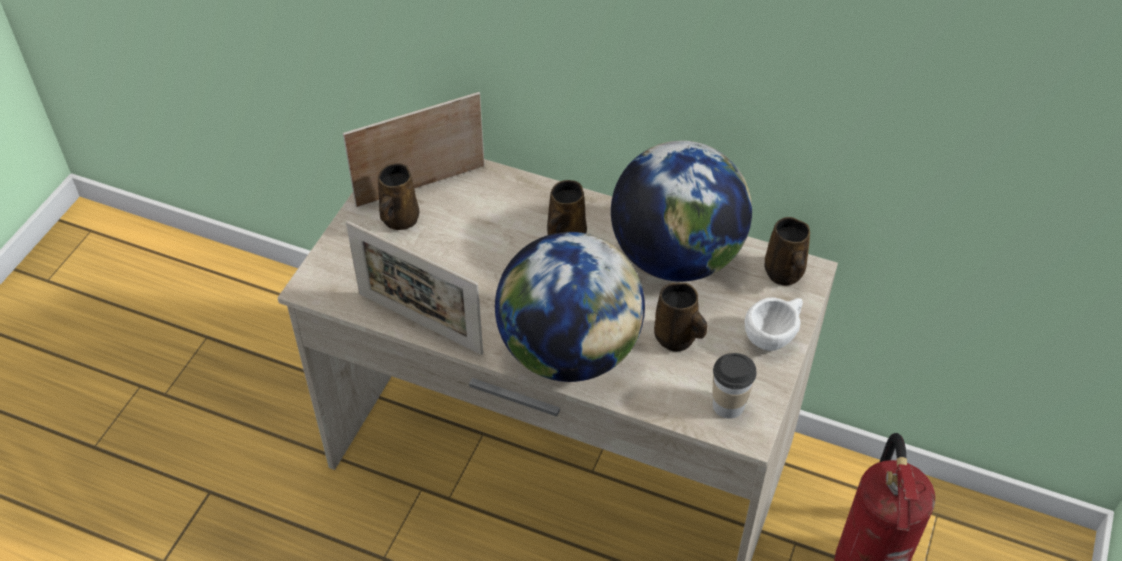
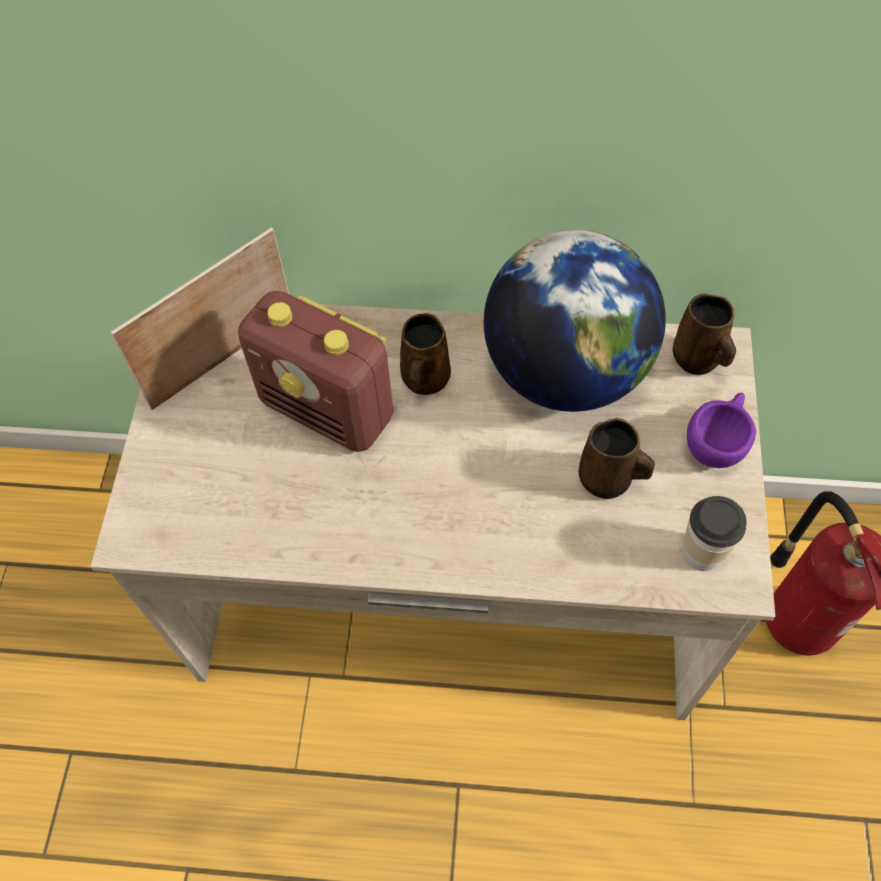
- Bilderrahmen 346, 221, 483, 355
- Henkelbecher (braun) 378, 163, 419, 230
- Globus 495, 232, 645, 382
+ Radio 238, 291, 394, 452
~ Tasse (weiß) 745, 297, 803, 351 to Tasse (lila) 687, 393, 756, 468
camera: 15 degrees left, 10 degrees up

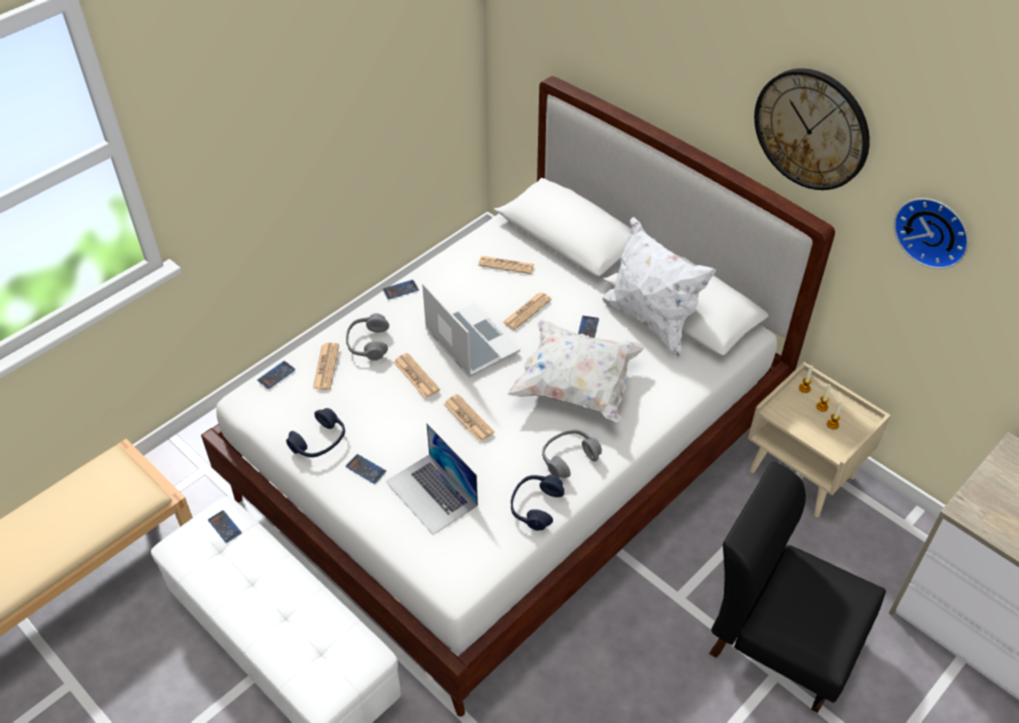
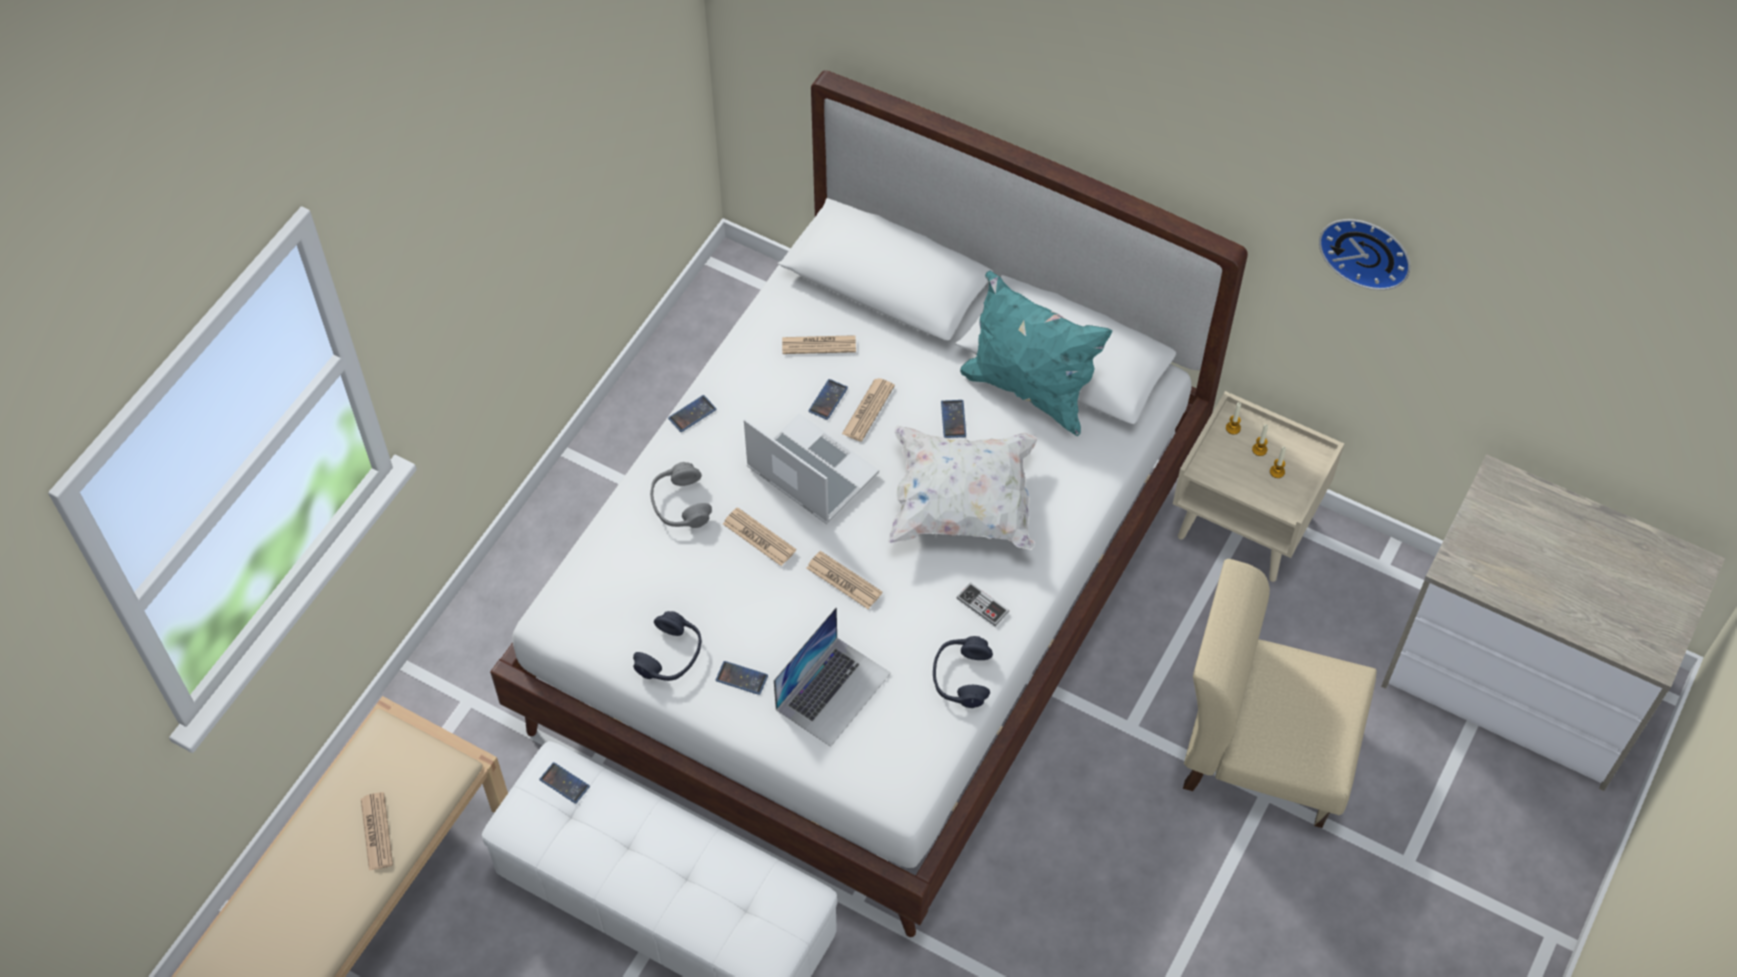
- Wanduhr 754, 68, 870, 190
~ Handy 257, 361, 295, 389 to 808, 379, 848, 420
~ Zeitung 313, 343, 339, 390 to 361, 792, 393, 871
~ Kopfhörer (grau) 542, 430, 602, 478 to Gamepad 956, 582, 1009, 627
~ Kissen (weiß) 602, 217, 716, 358 to Kissen (türkis) 960, 271, 1112, 436
~ Stuhl (schwarz) 709, 462, 886, 713 to Stuhl (beige) 1183, 559, 1377, 828
~ Laptop 386, 423, 478, 535 = 774, 607, 891, 747 90 degrees counterclockwise
camera: 15 degrees left, 10 degrees up

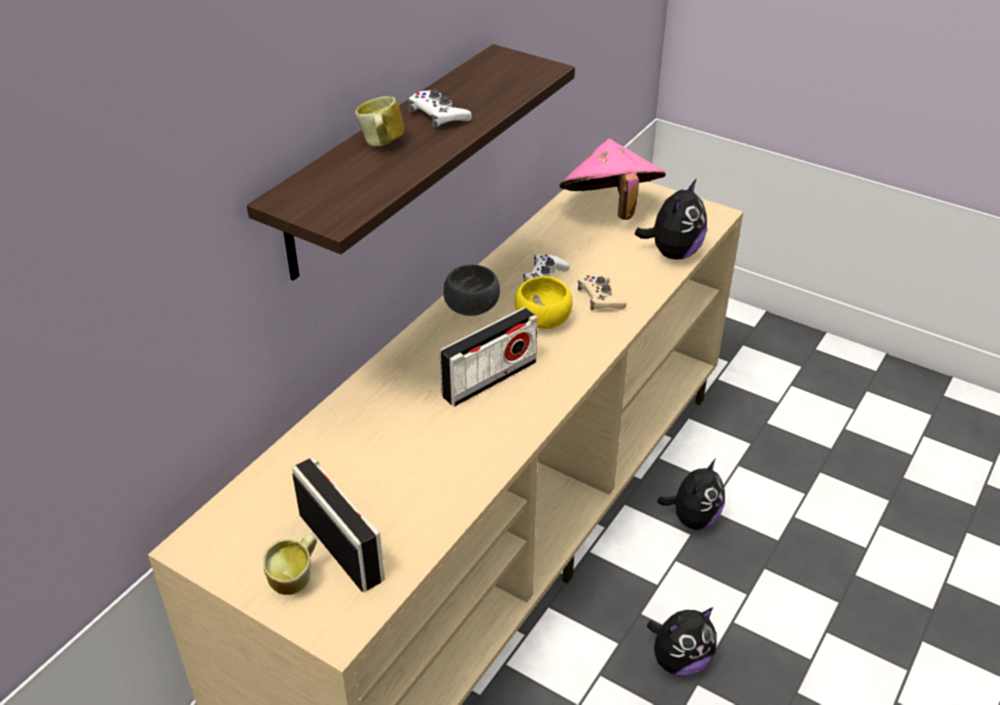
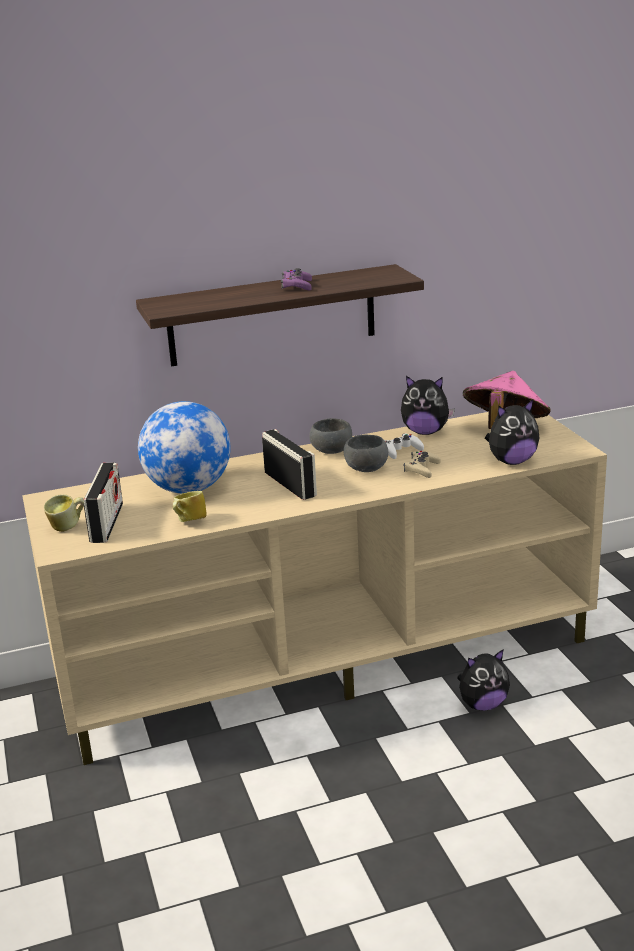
+ Globus 138, 401, 231, 494
~ Henkelbecher 355, 96, 404, 147 to 173, 491, 207, 522
~ Plüschtier 647, 607, 717, 676 to 401, 376, 455, 435
~ Gamepad (weiß) 407, 90, 472, 128 to Gamepad (lila) 281, 268, 312, 290
~ Schüssel (gelb) 515, 276, 573, 329 to Schüssel (grau) 344, 435, 388, 472
~ Radio 440, 307, 537, 407 = 262, 429, 317, 500 120 degrees counterclockwise
camera: 40 degrees right, 15 degrees down

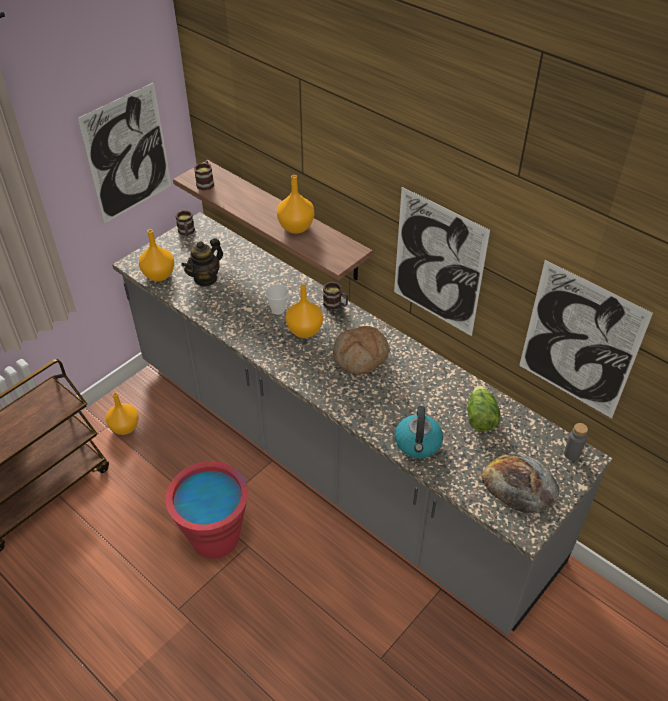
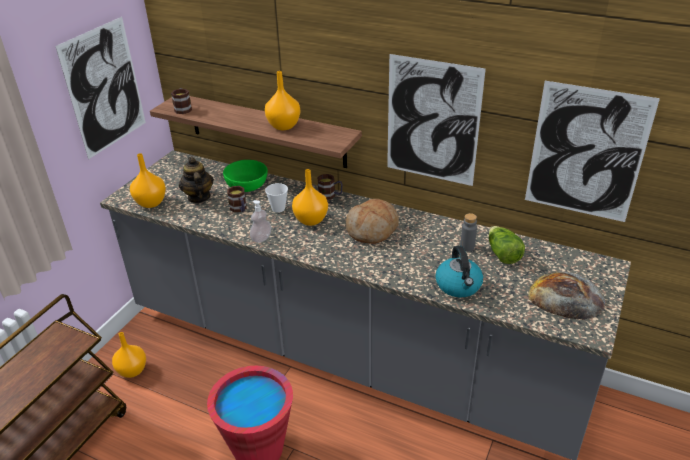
+ Schüssel (grün) 223, 160, 268, 192
+ Seifenspender 250, 200, 271, 243
~ Henkelbecher 175, 210, 195, 237 to 227, 186, 247, 212
~ Flasche (grau) 564, 423, 588, 460 to 460, 213, 477, 251
~ Teekanne 181, 238, 223, 287 = 179, 157, 214, 203 135 degrees clockwise
camera: 15 degrees left, 10 degrees down

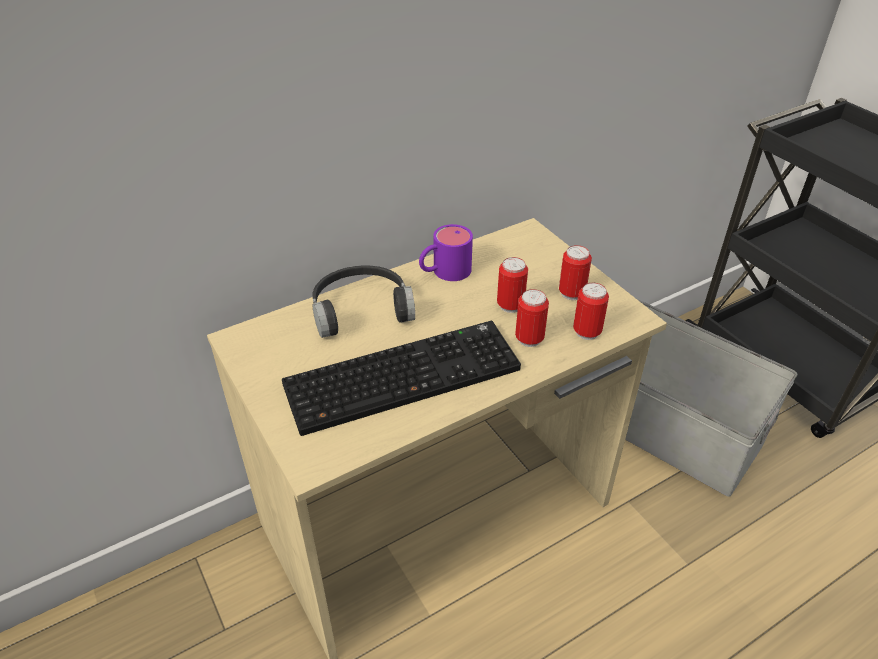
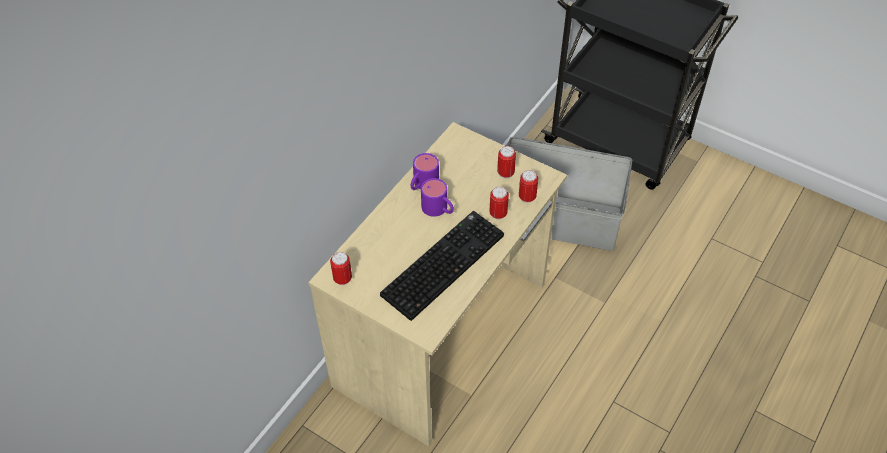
- Kopfhörer (schwarz) 312, 265, 415, 338
+ Henkelbecher (lila) 421, 178, 454, 217
~ Dose 497, 257, 528, 313 to 330, 252, 352, 285
camera: 25 degrees left, 10 degrees up

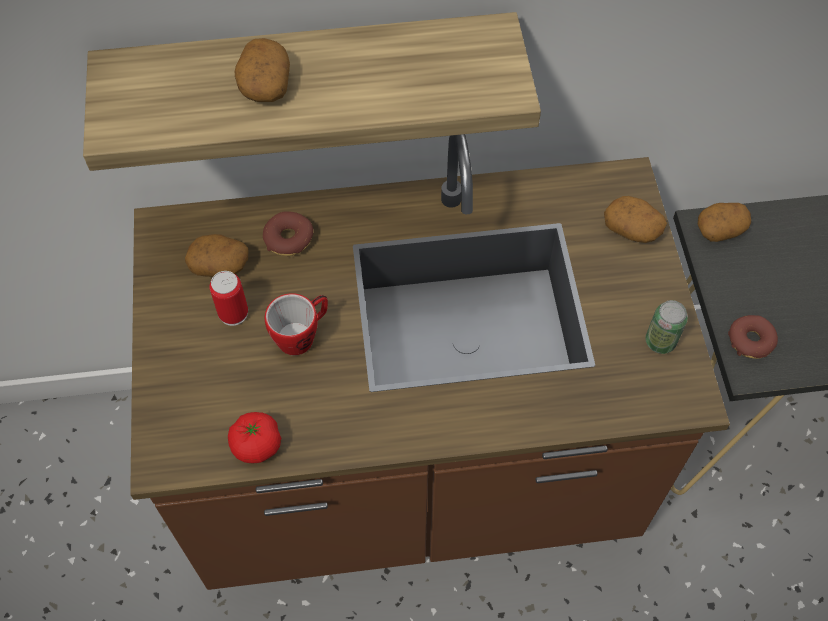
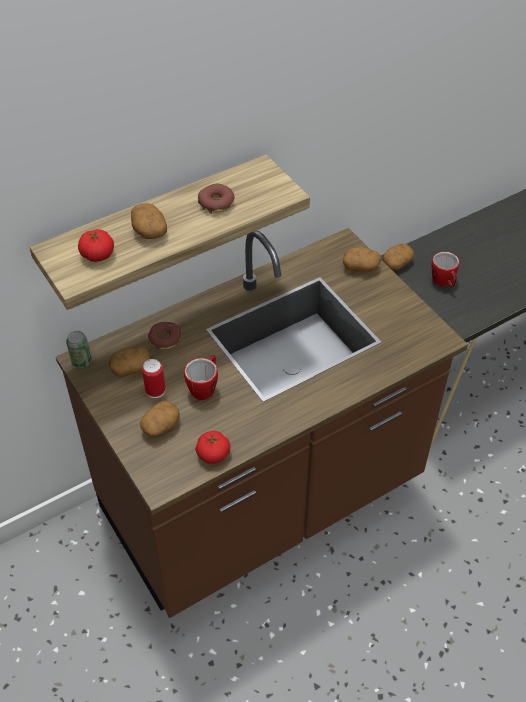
+ Tomate 78, 229, 114, 262
+ Kartoffel 140, 401, 180, 437
+ Henkelbecher 431, 252, 460, 287
~ Dose 645, 300, 688, 354 to 66, 331, 91, 368
~ Donut 728, 315, 778, 359 to 198, 183, 235, 214
camera: 25 degrees left, 10 degrees down

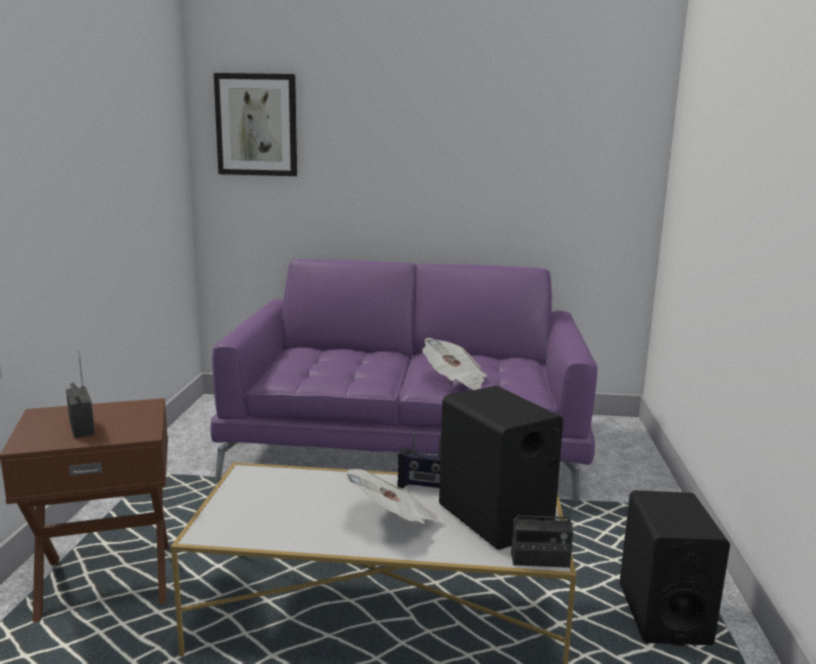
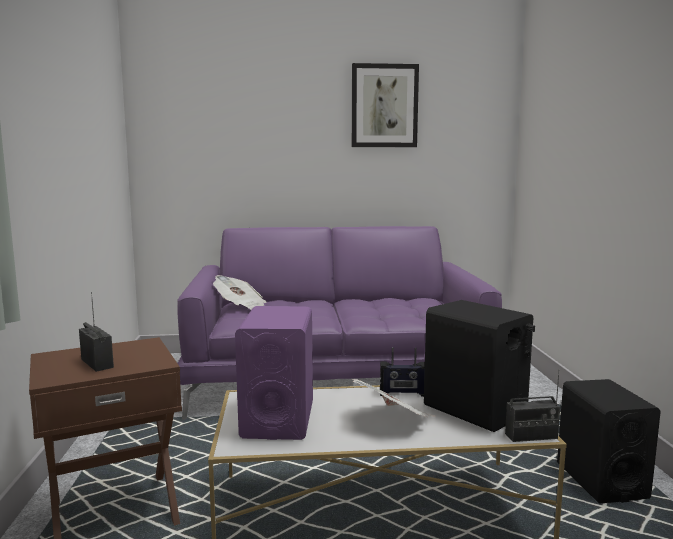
+ Lautsprecher (lila) 235, 306, 313, 440
~ Bild 214, 73, 297, 176 to 352, 63, 419, 147
~ Zeitung 422, 338, 486, 390 to 213, 275, 267, 310
camera: 10 degrees left, 5 degrees down

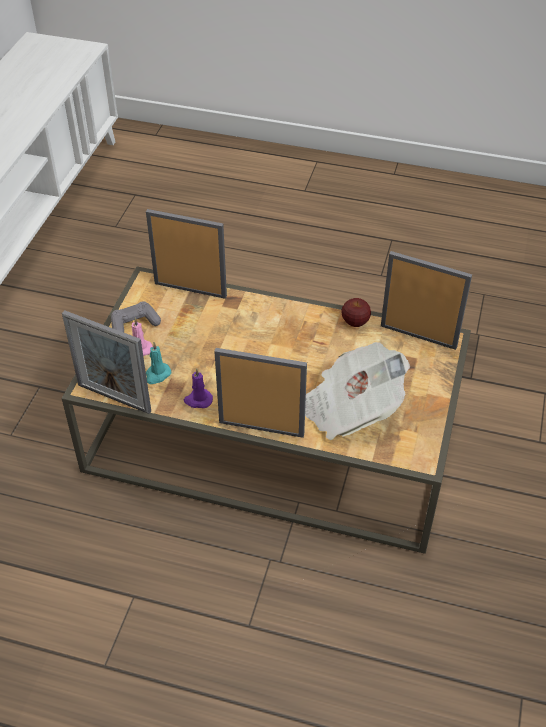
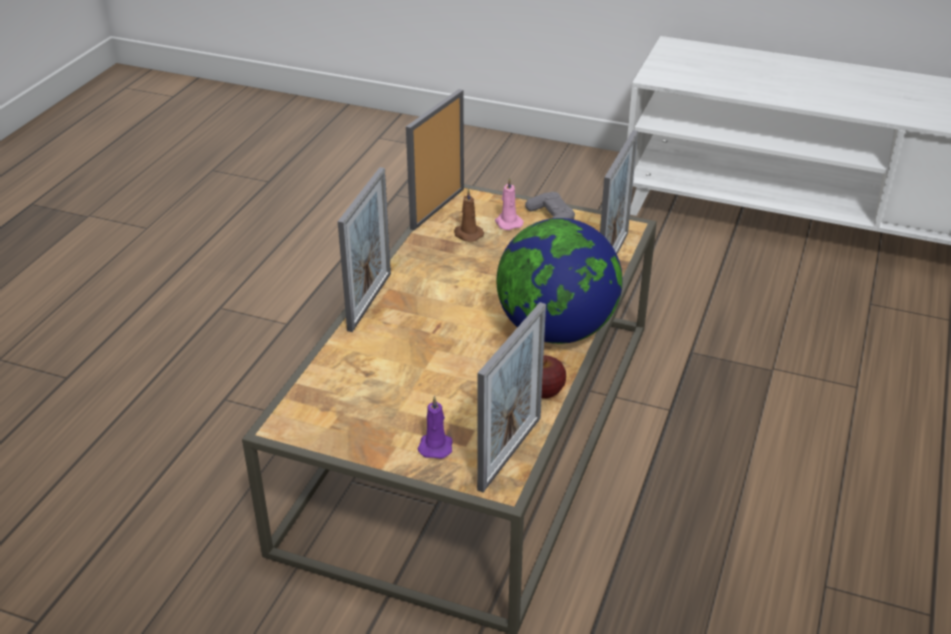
- Zeitung 305, 342, 410, 440
+ Globus 497, 218, 623, 344
~ Kerze (lila) 184, 368, 213, 408 to 418, 395, 453, 459
~ Kerze (türkis) 146, 342, 171, 384 to Kerze (braun) 454, 188, 484, 242
camera: 95 degrees right, 10 degrees down

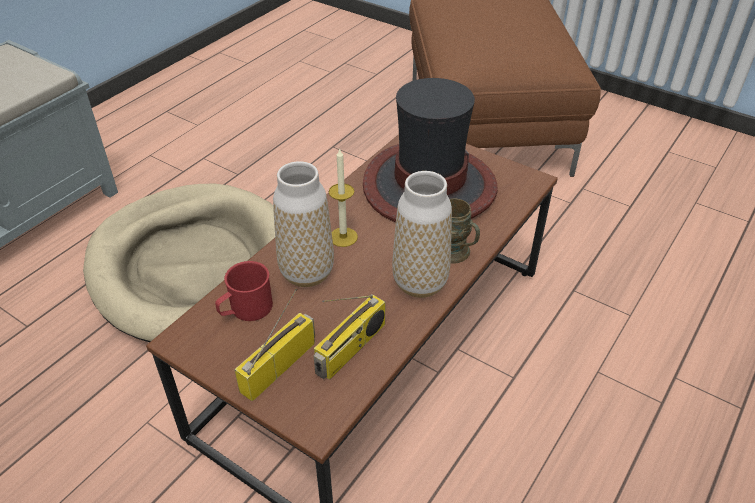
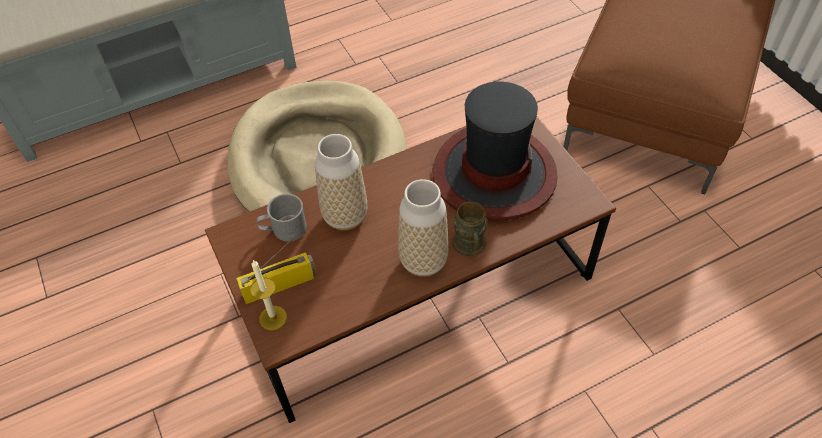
- Radio 314, 294, 385, 380
~ Kerze 329, 148, 358, 247 to 250, 260, 287, 330
~ Henkelbecher (rot) 215, 261, 273, 321 to Henkelbecher (grau) 256, 194, 307, 242
camera: 30 degrees right, 10 degrees up

